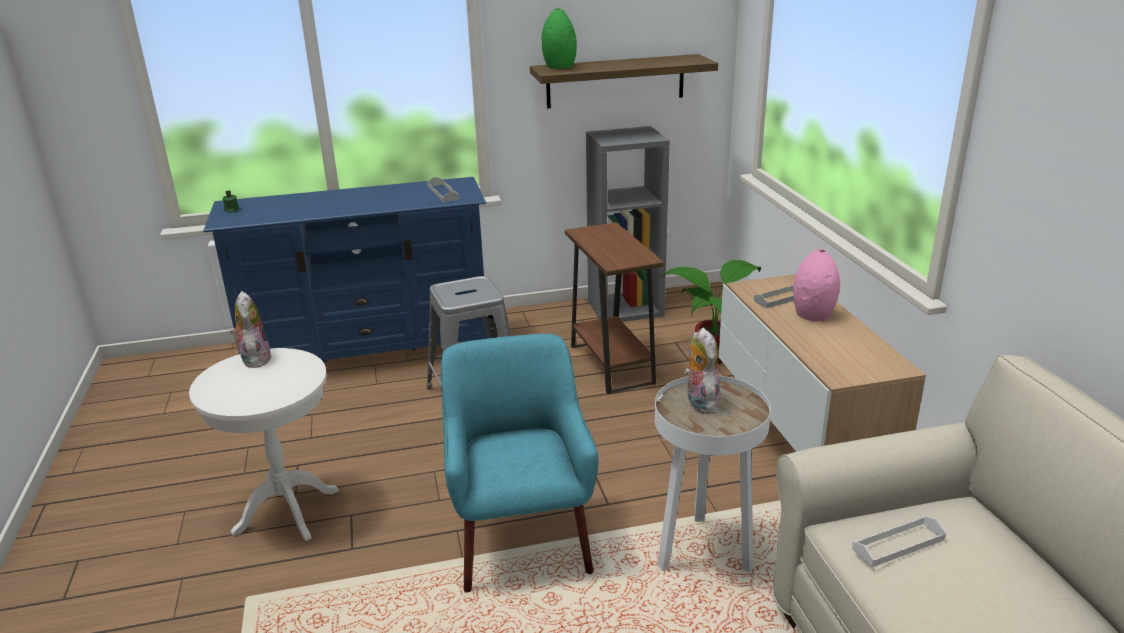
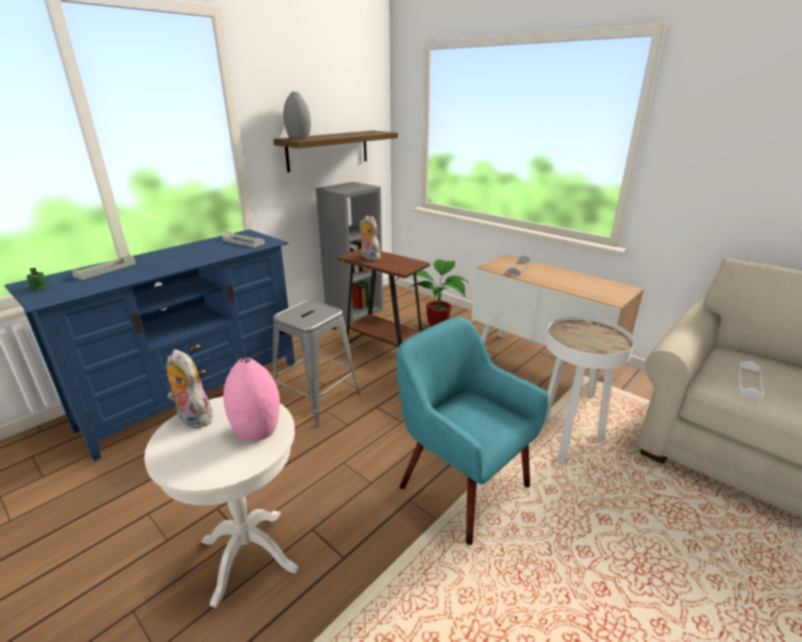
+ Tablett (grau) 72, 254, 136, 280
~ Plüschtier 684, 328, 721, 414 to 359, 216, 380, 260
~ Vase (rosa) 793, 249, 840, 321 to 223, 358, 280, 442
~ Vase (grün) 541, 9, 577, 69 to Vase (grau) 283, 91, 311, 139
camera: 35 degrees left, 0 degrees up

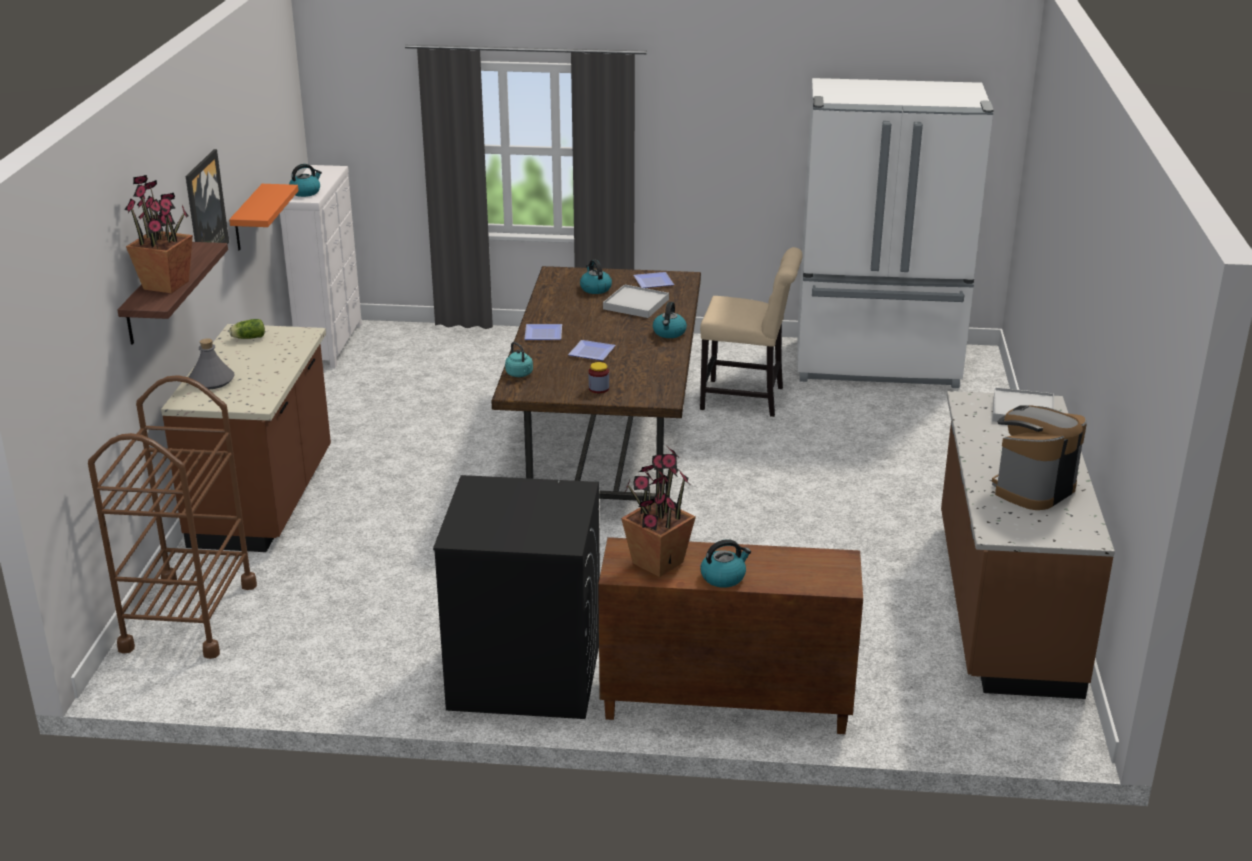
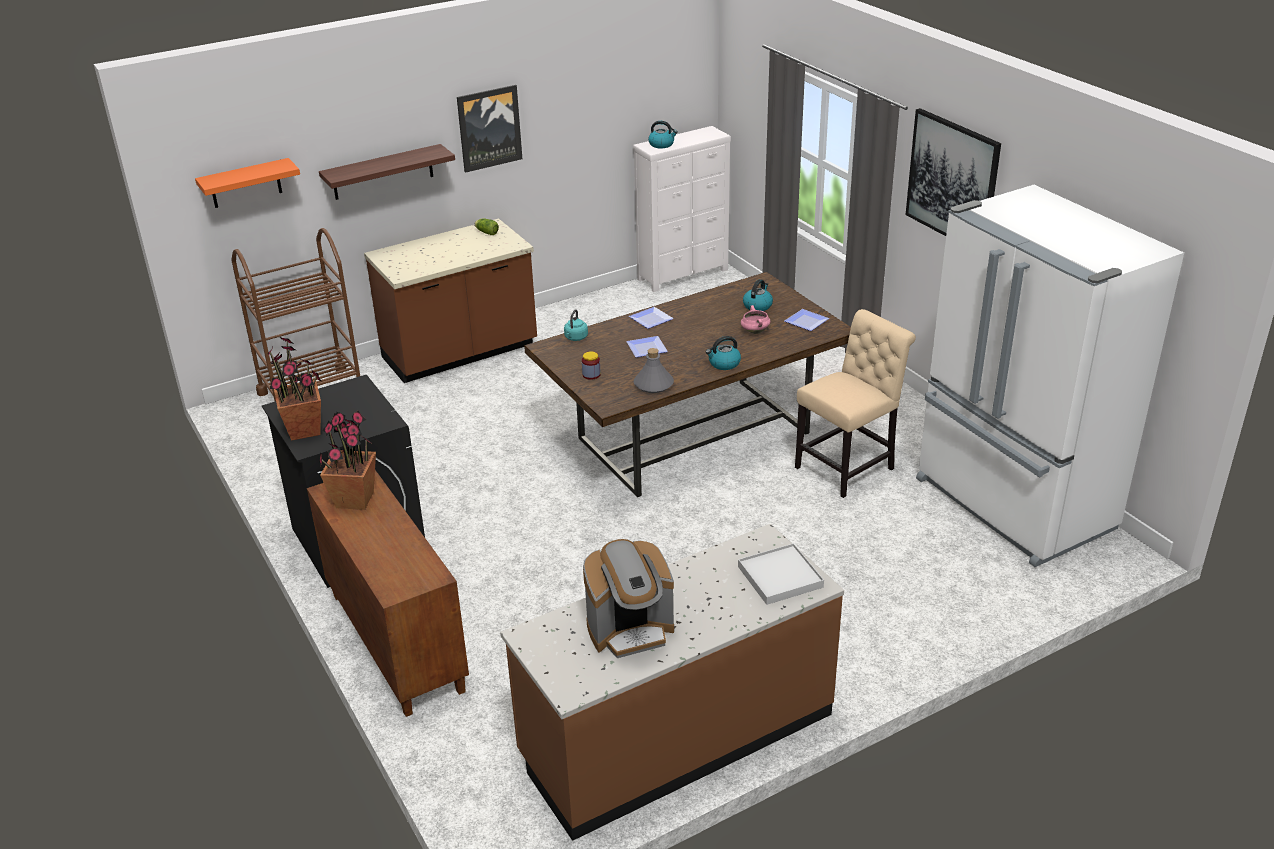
- Wasserkessel 701, 539, 751, 588
+ Bild 906, 108, 1001, 236
~ Topfpflanze 124, 175, 193, 293 to 268, 337, 321, 441
~ Flasche (grau) 189, 338, 235, 389 to 634, 348, 674, 393
~ Wandregal (orange) 229, 184, 299, 251 to 195, 158, 300, 208
~ Tablett (weiß) 603, 284, 669, 318 to Kochtopf (rosa) 741, 305, 771, 334
~ Stuhl (beige) 700, 247, 802, 417 = 795, 309, 916, 498 105 degrees counterclockwise
~ Kaffeemaschine 992, 405, 1087, 510 = 583, 539, 674, 658 150 degrees clockwise
camera: 55 degrees right, 5 degrees up

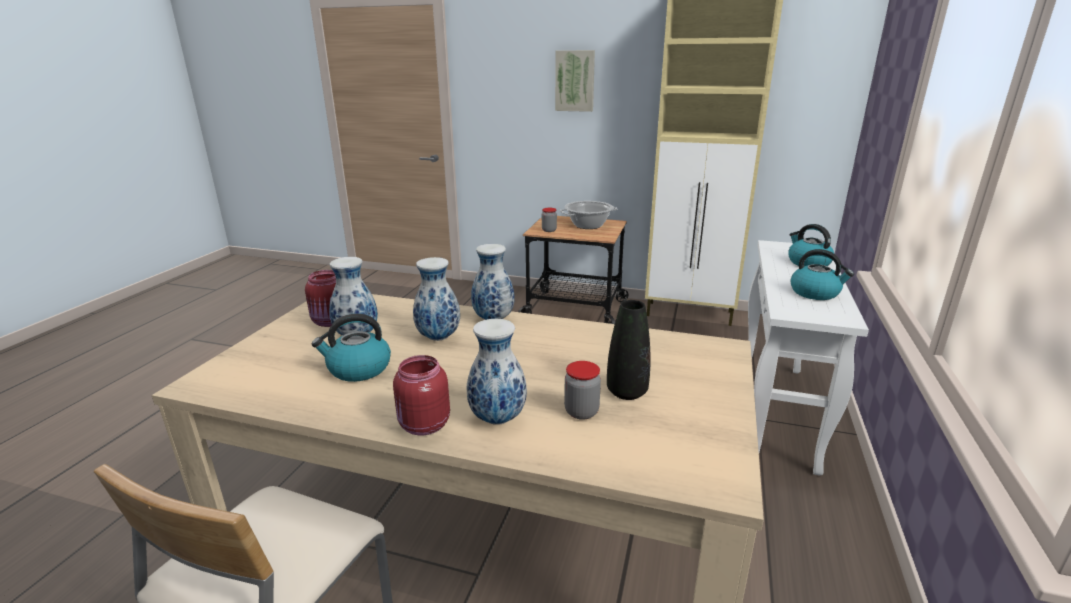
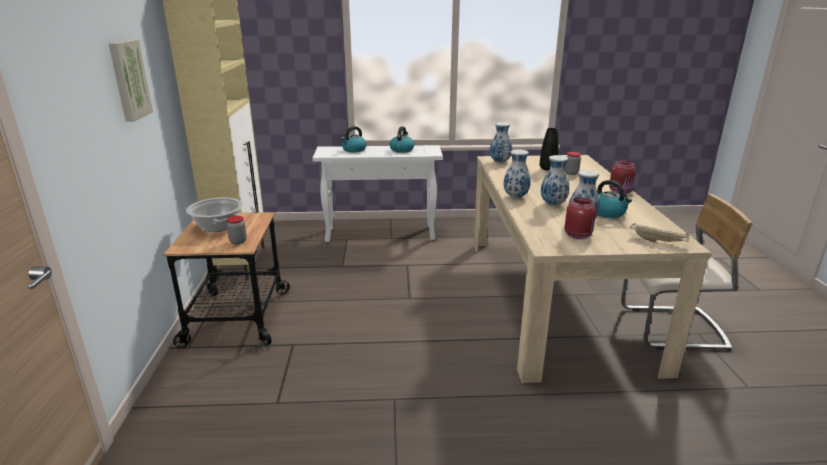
+ Tablett (beige) 630, 223, 689, 242
~ Vase 467, 319, 527, 425 to 490, 122, 512, 163
camera: 110 degrees left, 0 degrees up

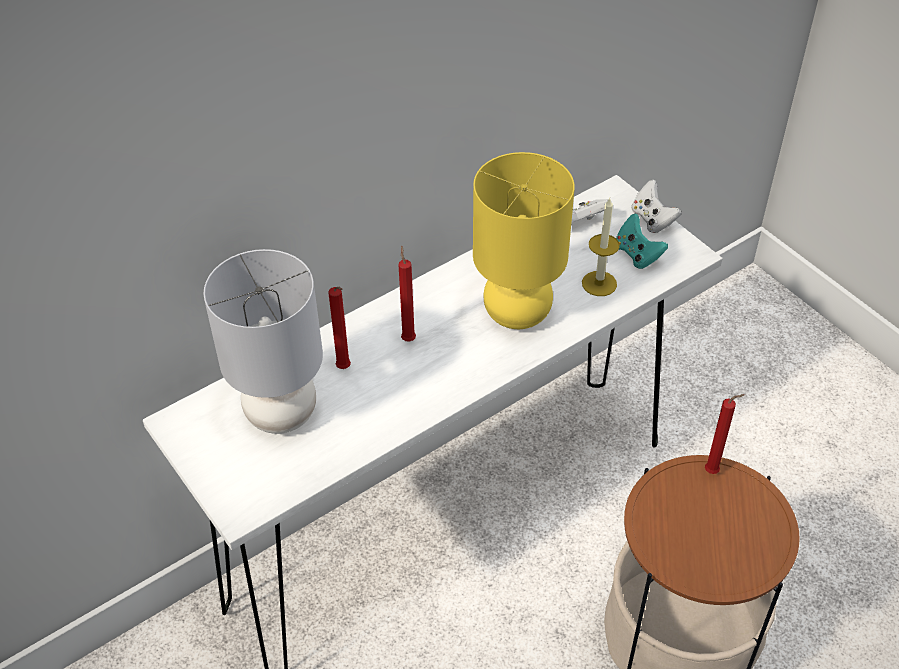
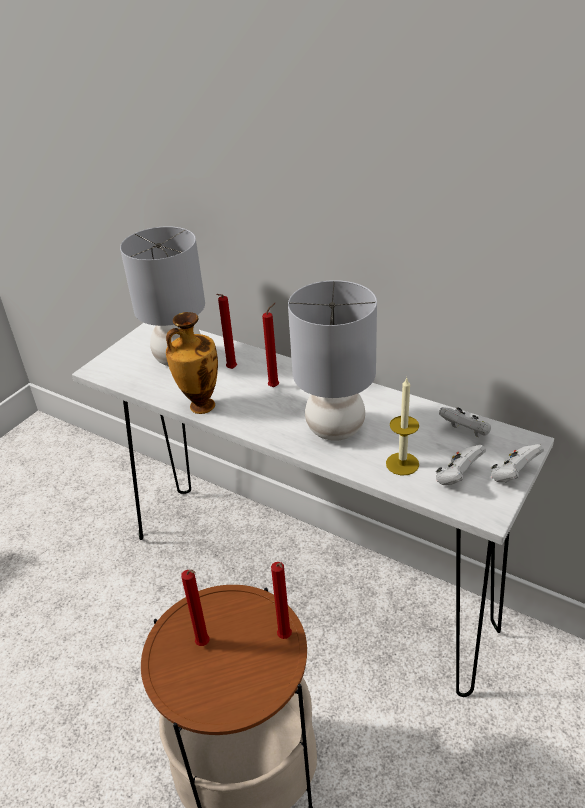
+ Vase 166, 312, 218, 414
+ Kerze (rot) 181, 569, 210, 646
~ Tischlampe (gelb) 473, 152, 575, 329 to Tischlampe (grau) 288, 280, 377, 441
~ Gamepad (türkis) 616, 213, 668, 269 to Gamepad (weiß) 436, 445, 486, 485
camera: 70 degrees right, 10 degrees down

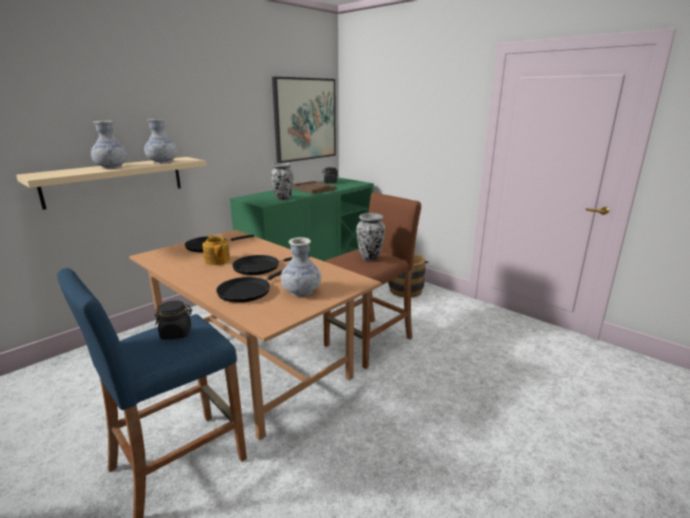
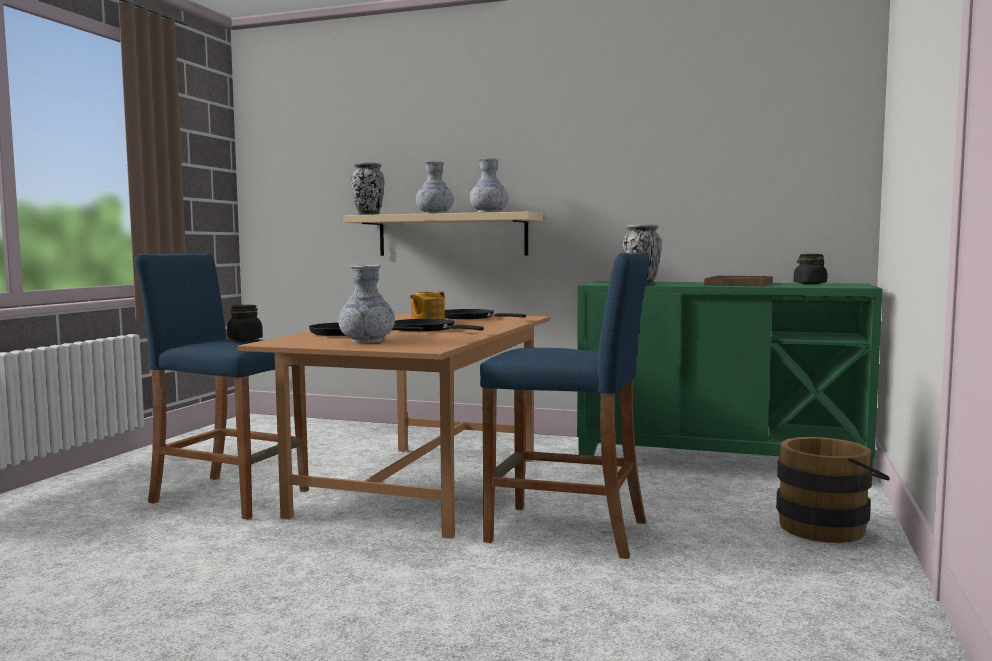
- Bild 272, 77, 336, 163
~ Vase 356, 213, 385, 261 to 351, 162, 384, 215
~ Hocker (braun) 323, 192, 421, 369 to Hocker (blau) 480, 252, 649, 559
camera: 65 degrees right, 15 degrees down

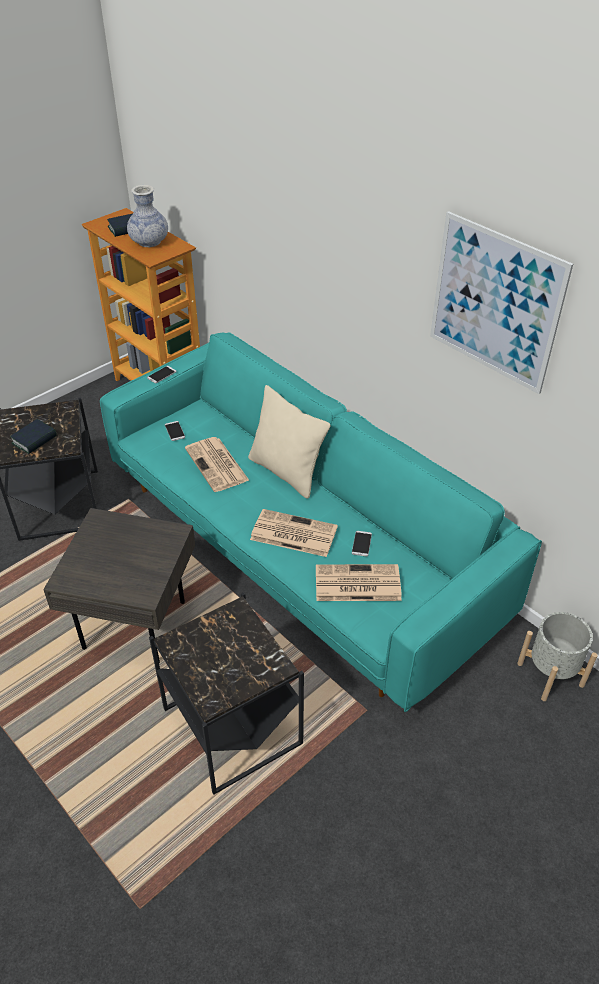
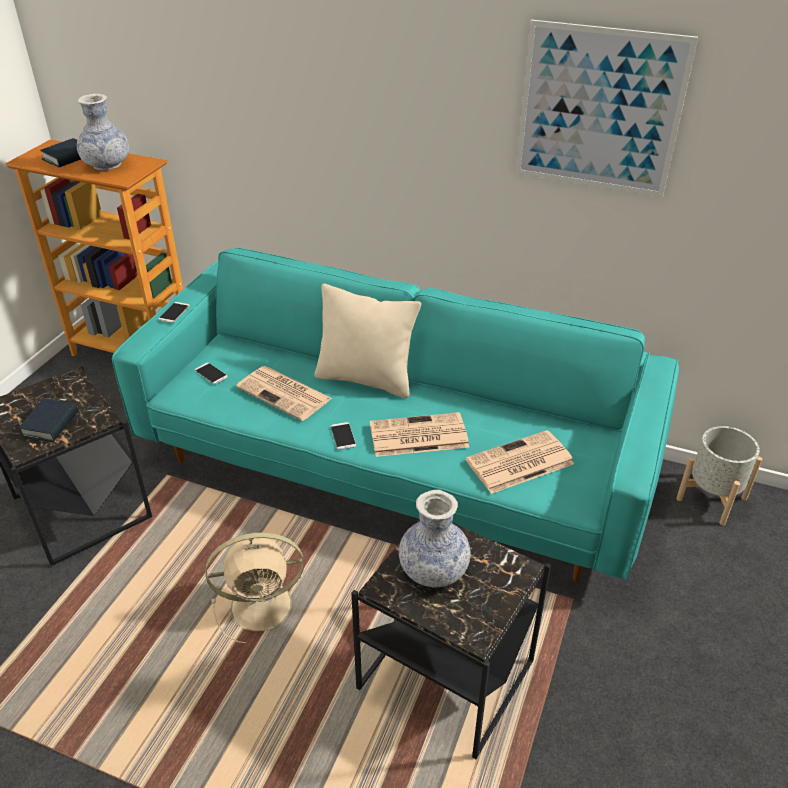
+ Vase 399, 489, 471, 587
~ Handy 352, 531, 372, 557 to 331, 422, 356, 450
~ Beistelltisch (grau) 43, 508, 195, 663 to Ventilator (beige) 206, 532, 304, 643
camera: 25 degrees left, 5 degrees down

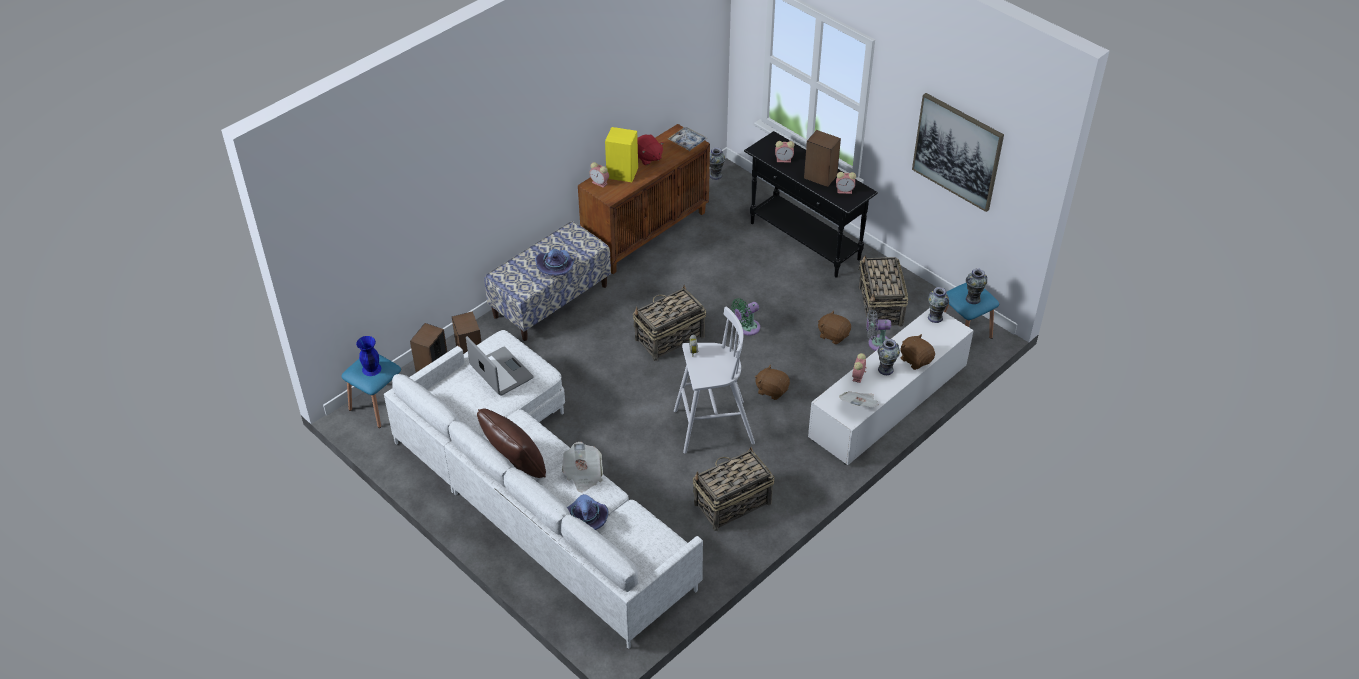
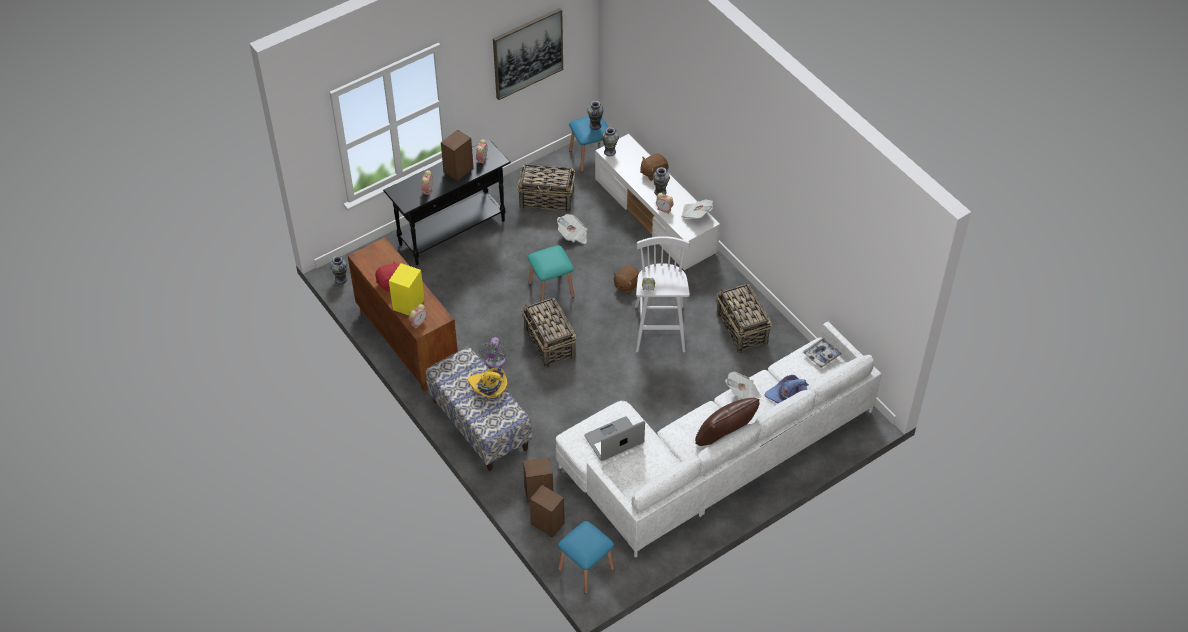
- Vase (blau) 356, 336, 381, 376
~ Tablett 668, 127, 707, 151 to 803, 338, 842, 368
~ Ventilator (grau) 866, 309, 891, 351 to 479, 337, 506, 368
~ Ventilator (grün) 731, 298, 760, 336 to Hocker (türkis) 528, 245, 574, 301
~ Plüschtier (braun) 818, 310, 851, 344 to Zeitung 557, 214, 587, 244
~ Hut (lila) 535, 249, 574, 276 to Hut (gelb) 468, 367, 507, 398
camera: 80 degrees left, 5 degrees up

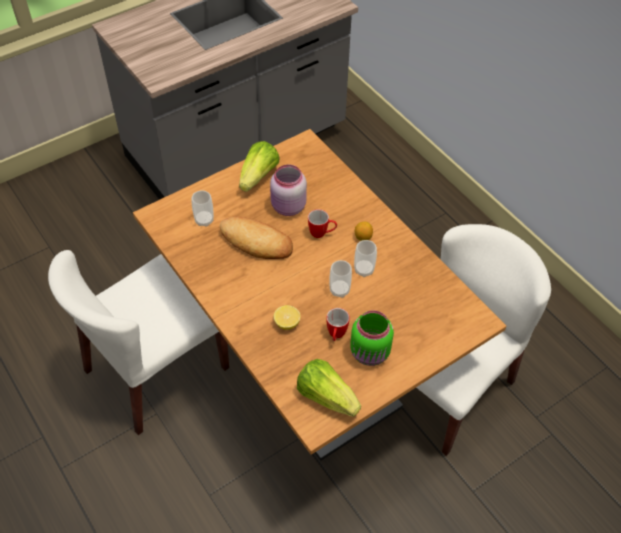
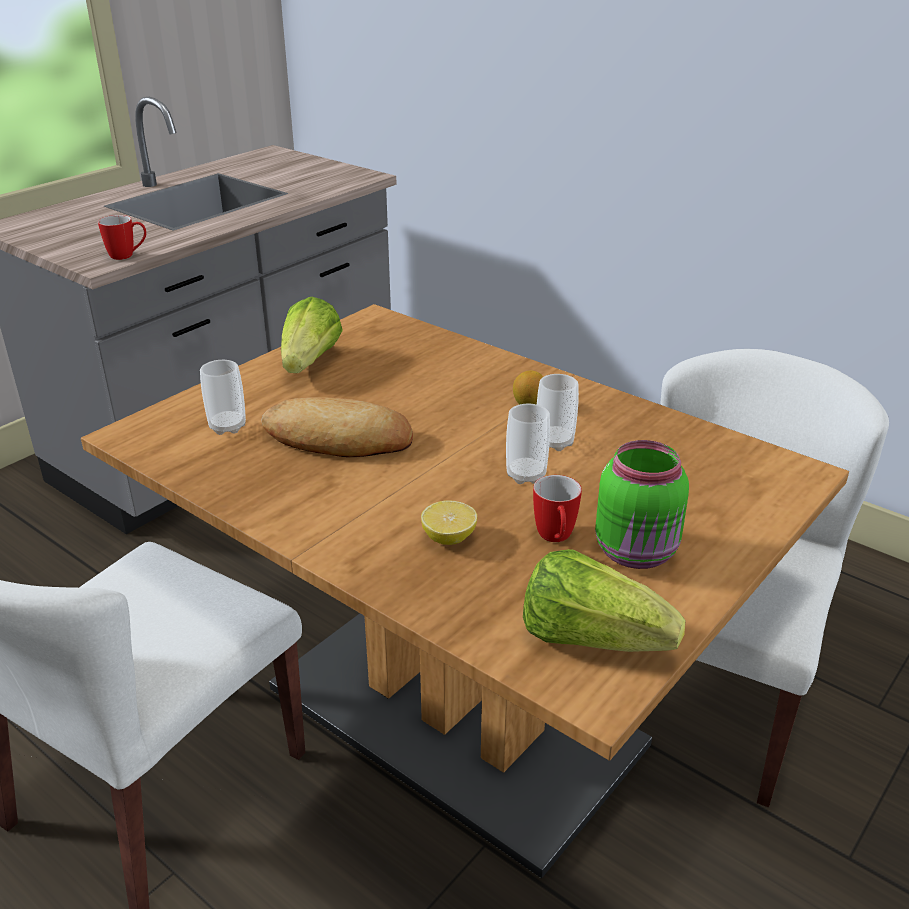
- Vorratsglas (rosa) 270, 165, 307, 216
~ Henkelbecher 308, 209, 337, 238 to 98, 215, 147, 260
camera: 15 degrees left, 20 degrees down

